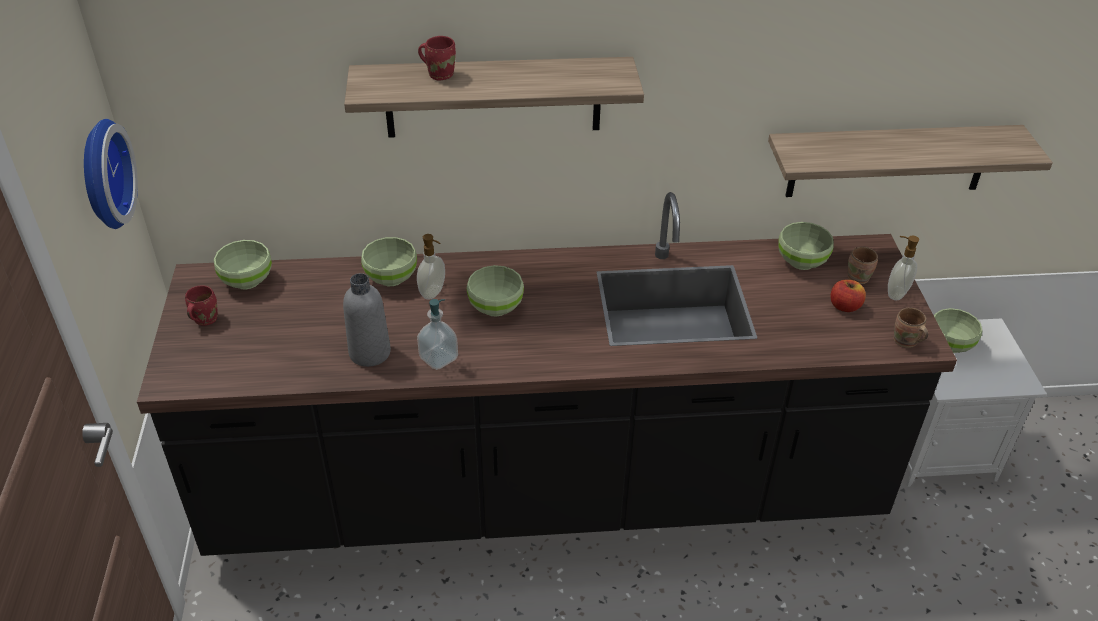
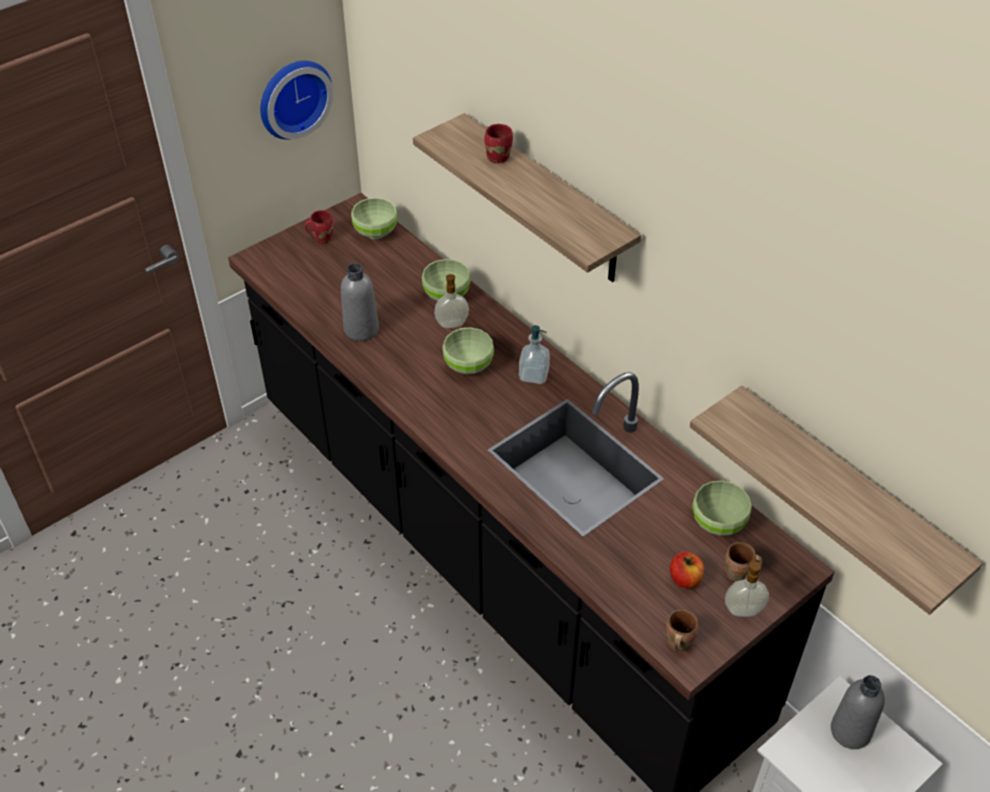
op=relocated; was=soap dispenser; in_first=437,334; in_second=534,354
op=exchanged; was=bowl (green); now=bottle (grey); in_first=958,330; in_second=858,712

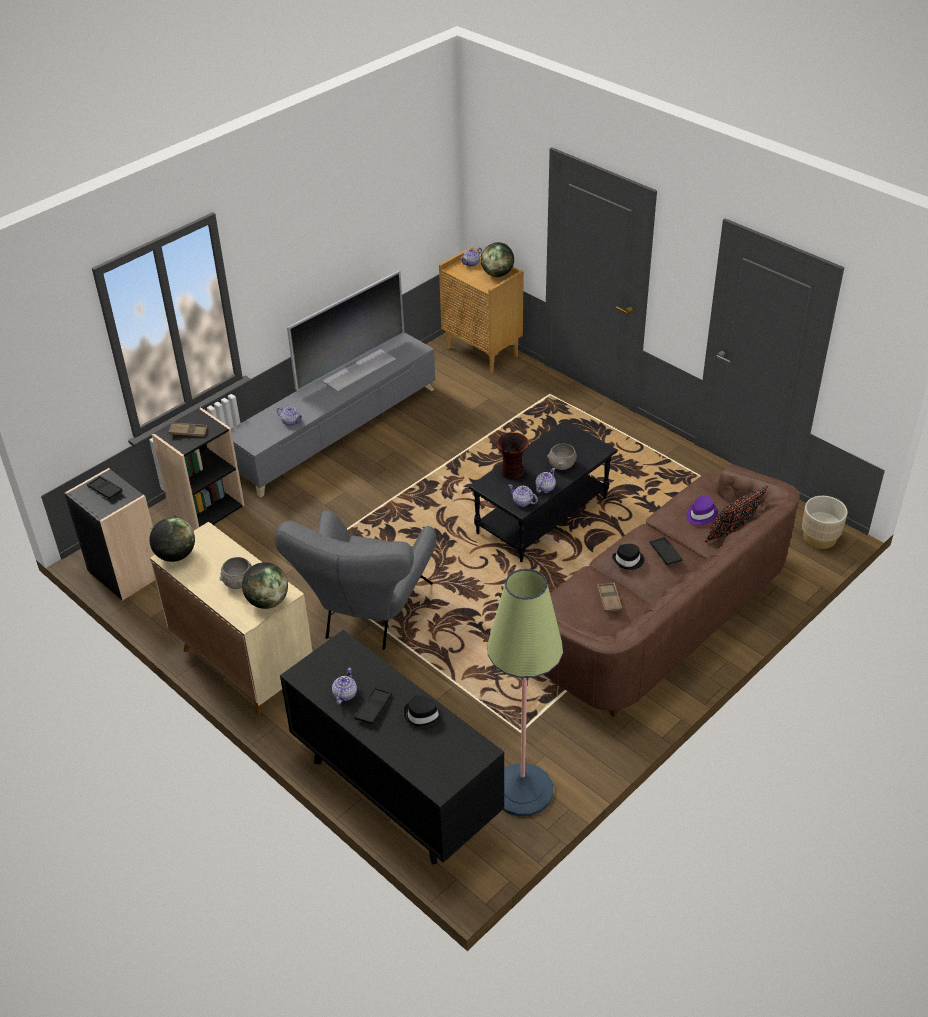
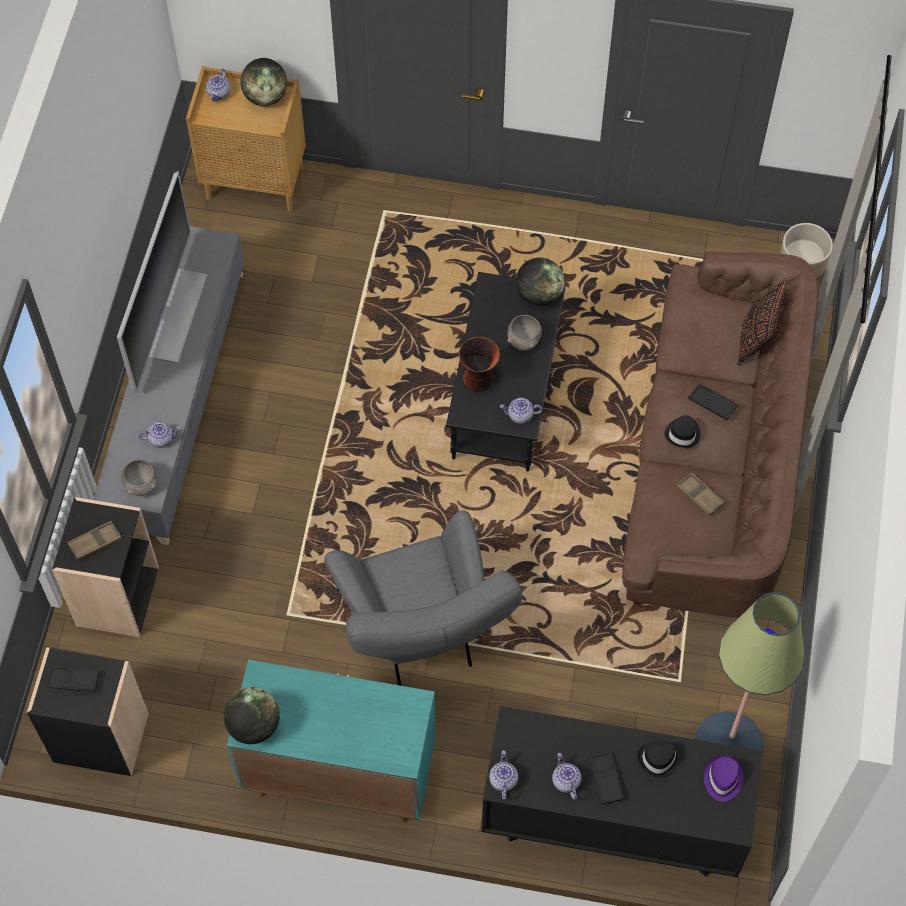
op=relocated; was=bowl (grey); in_first=236,573; in_second=139,477
op=colour; was=cabinet (beige); now=cabinet (turquoise); in_first=231,618; in_second=331,741
op=relocated; was=teapot; in_first=546,480; in_second=503,775
op=relocated; was=globe; in_first=265,585; in_second=540,282
op=relocated; was=hat (purple); in_first=702,510; in_second=724,778

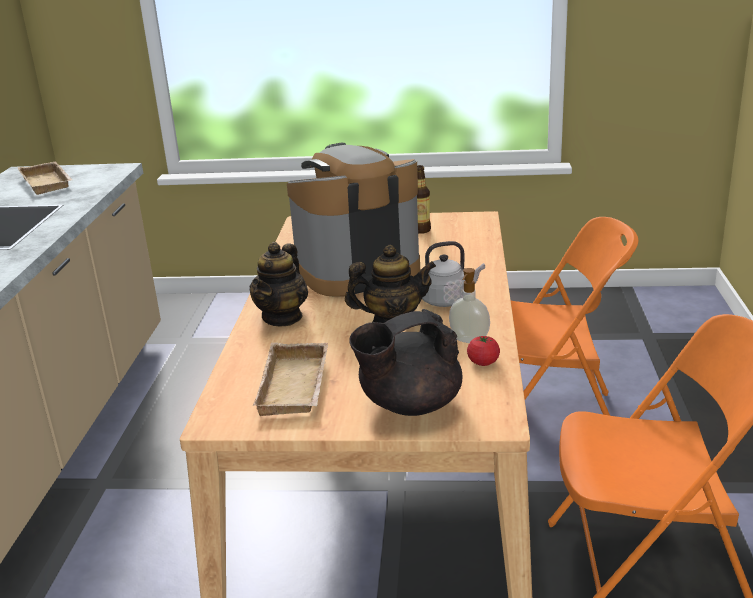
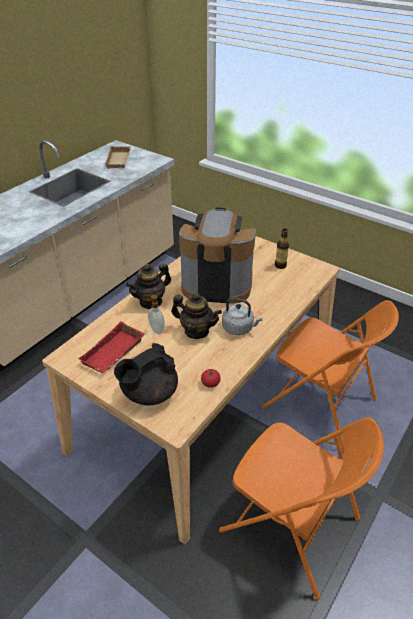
op=colour; was=tray (beige); now=tray (red); in_first=290,379; in_second=111,347
op=spun; was=teapot (black); in_first=406,362; in_second=146,374; clockwise=-45
op=relocated; was=soap dispenser; in_first=469,305; in_second=156,314

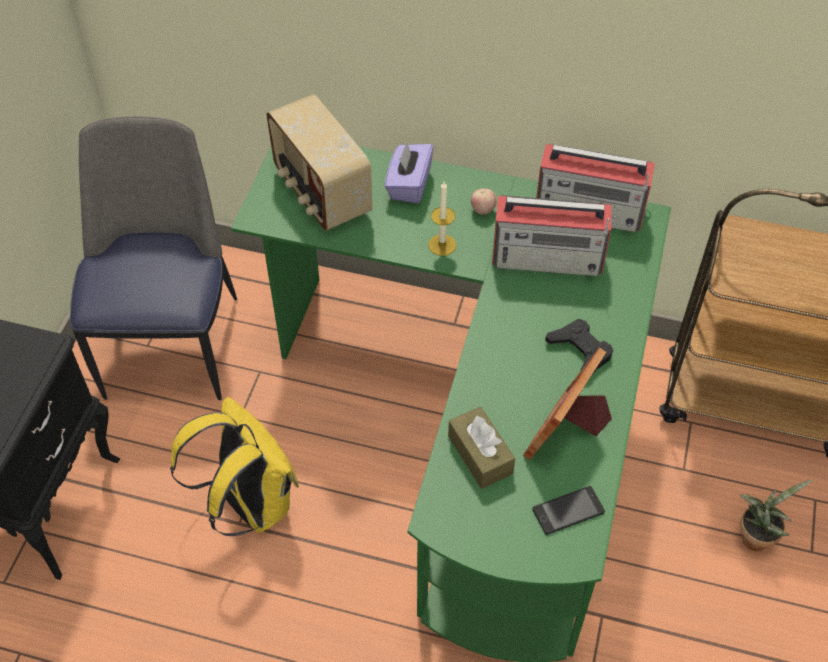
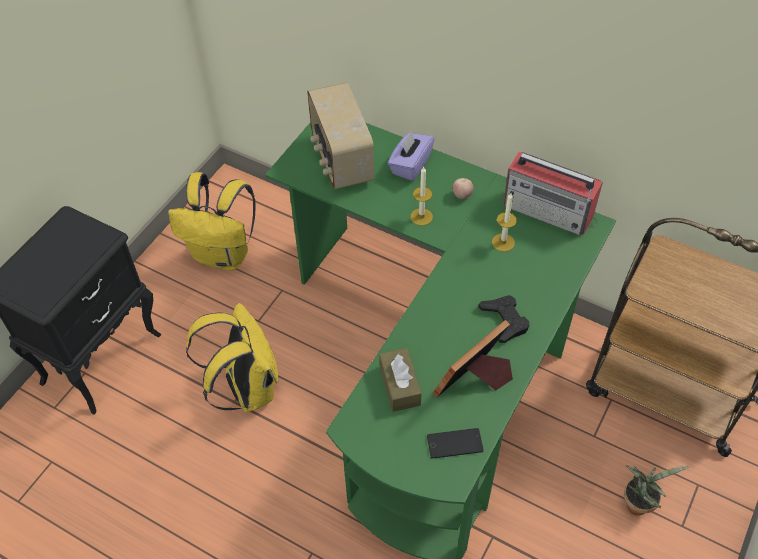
op=exchanged; was=chair; now=backpack (yellow); in_first=153,258; in_second=211,221
op=exchanged; was=radio; now=candle; in_first=551,236; in_second=504,222

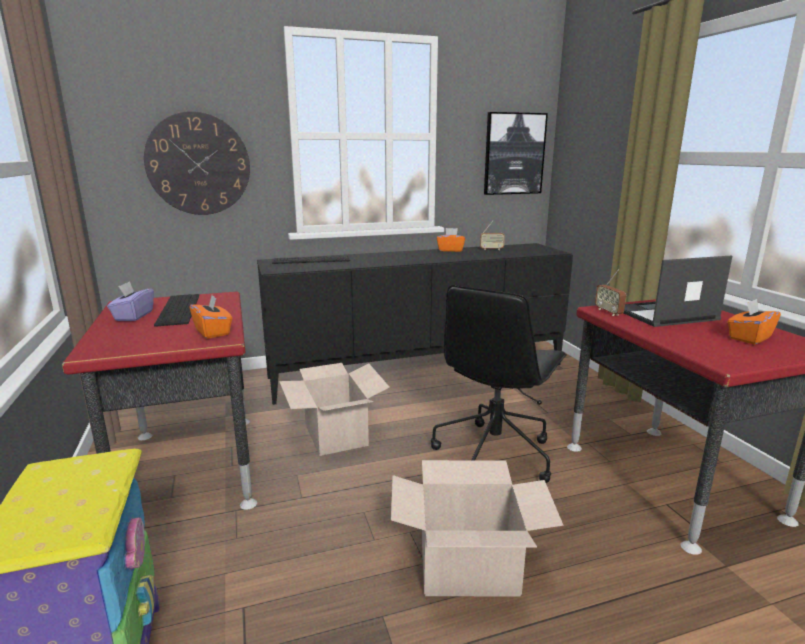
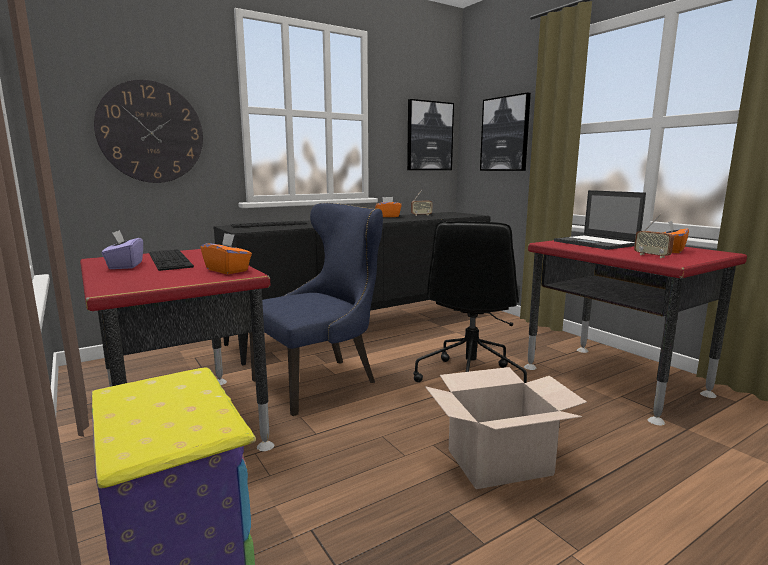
op=exchanged; was=cardboard box; now=chair (blue); in_first=334,409; in_second=316,309
op=appeared; now=picture; in_second=505,131
op=spun; was=laptop; in_first=678,291; in_second=600,220; clockwise=-90
op=relocated; was=radio; in_first=610,292; in_second=654,236

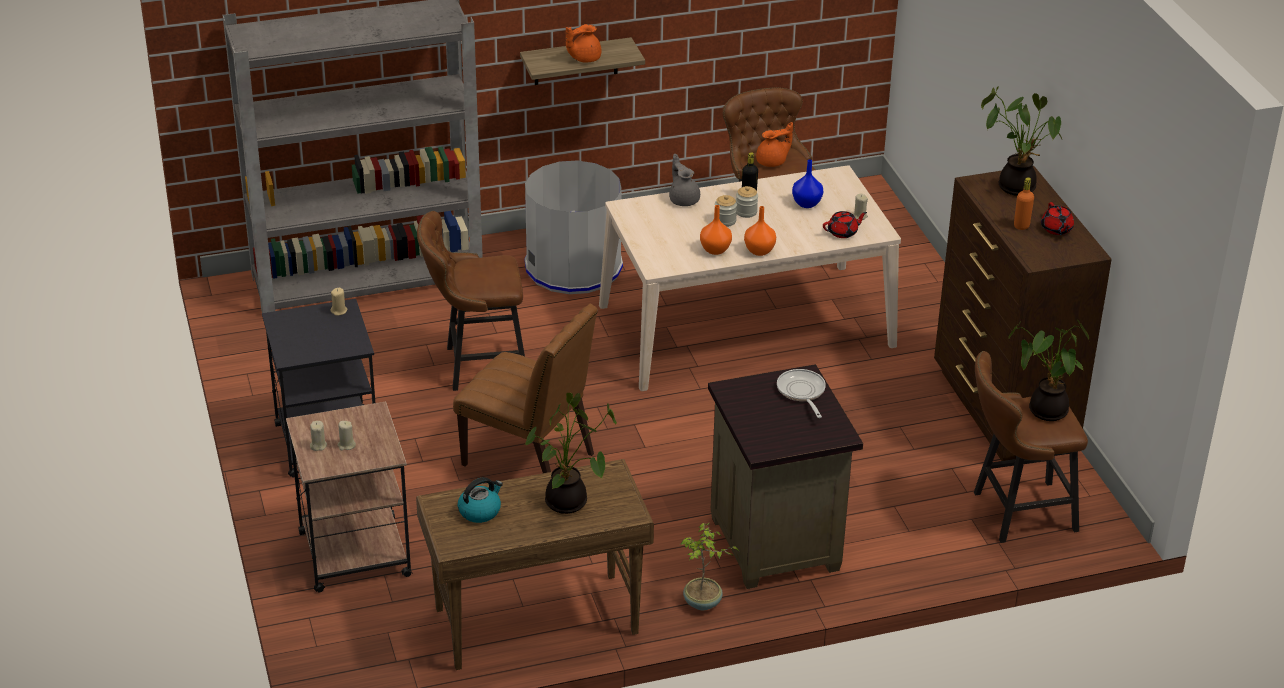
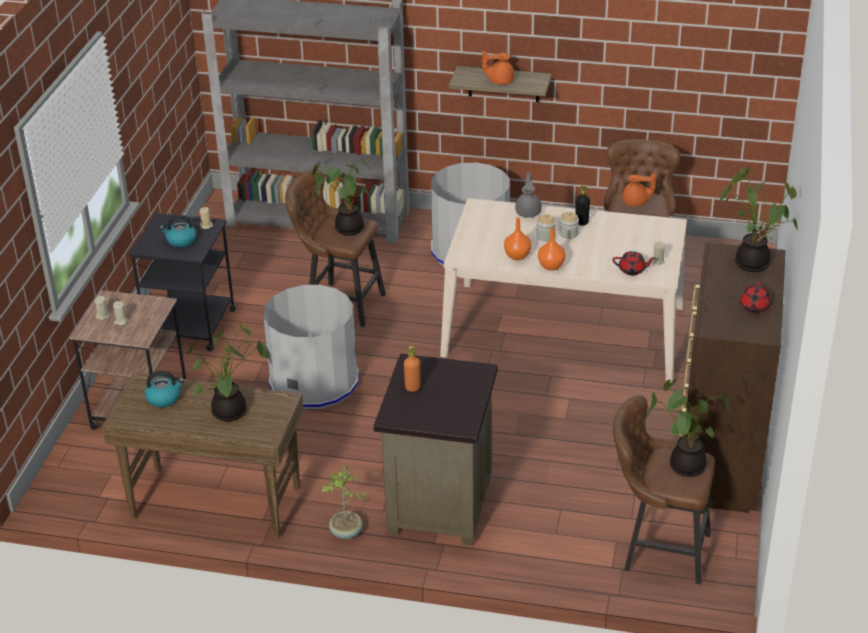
op=appeared; now=kettle; in_second=178,231
op=exchanged; was=chair (brown); now=trash can (grey); in_first=525,388; in_second=311,347
op=appeared; now=potted plant; in_second=341,196
op=relocated; was=bottle (orange); in_first=1024,203; in_second=412,369
op=missing; was=frying pan; in_first=801,393
op=missing; was=vase (blue); in_first=807,183

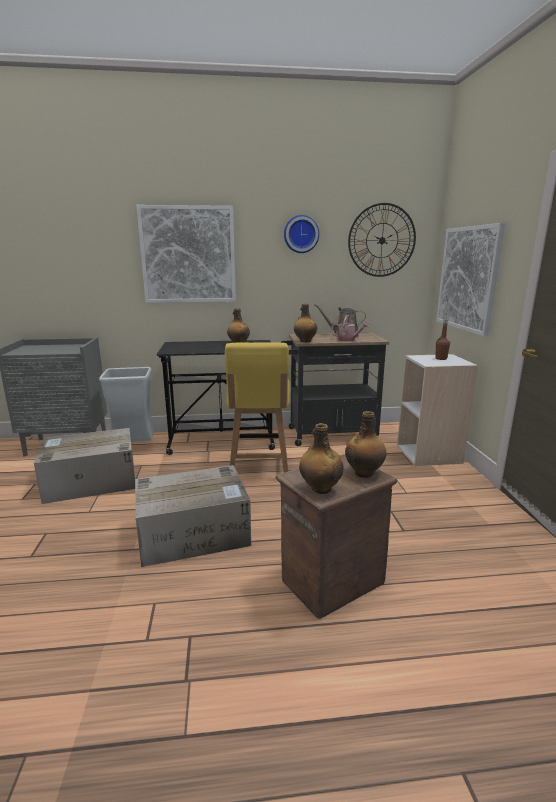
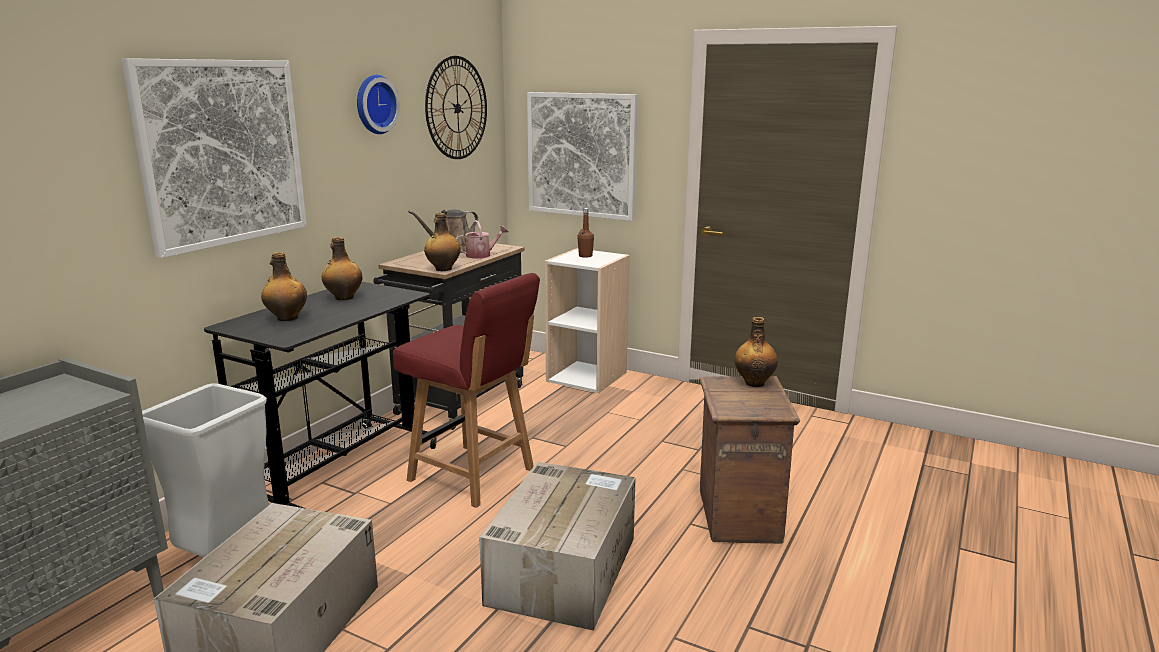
op=relocated; was=bottle; in_first=321,458; in_second=284,286
op=colour; was=chair (yellow); now=chair (red); in_first=257,407; in_second=466,390

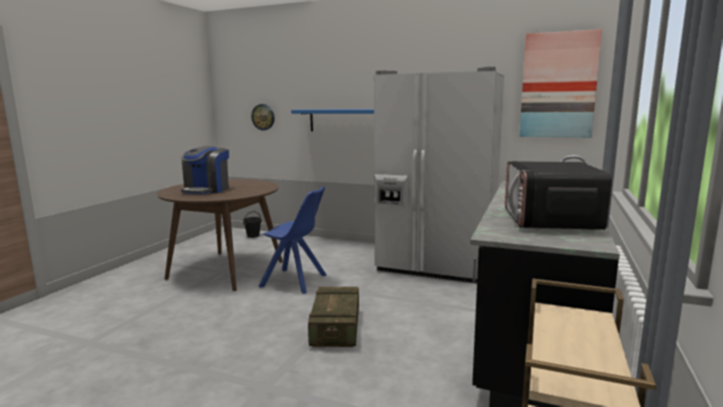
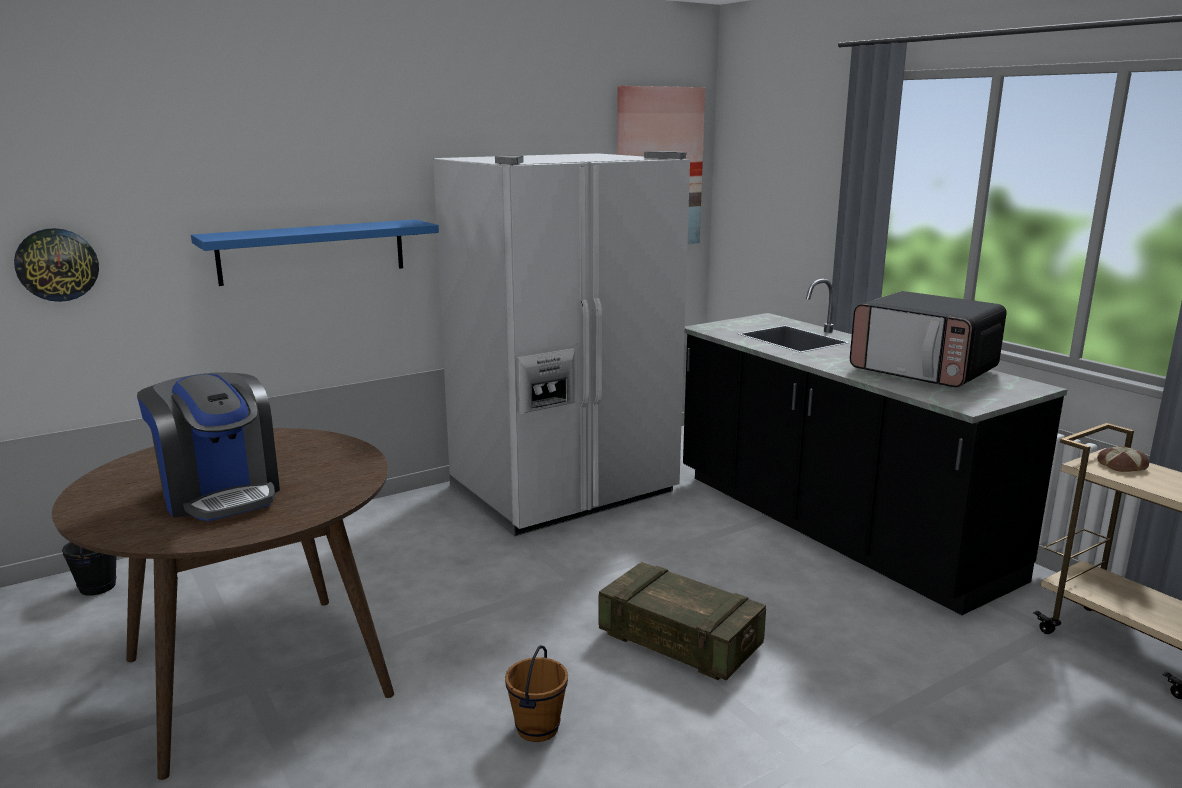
op=appeared; now=bucket (brown); in_second=536,693
op=appeared; now=bread; in_second=1123,459
op=missing; was=chair (blue); in_first=293,240

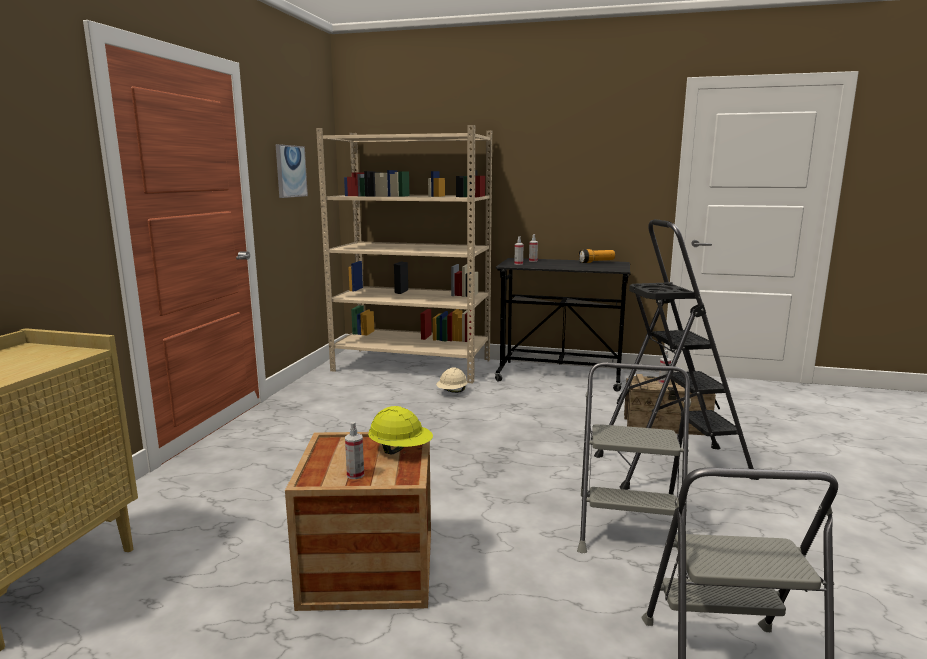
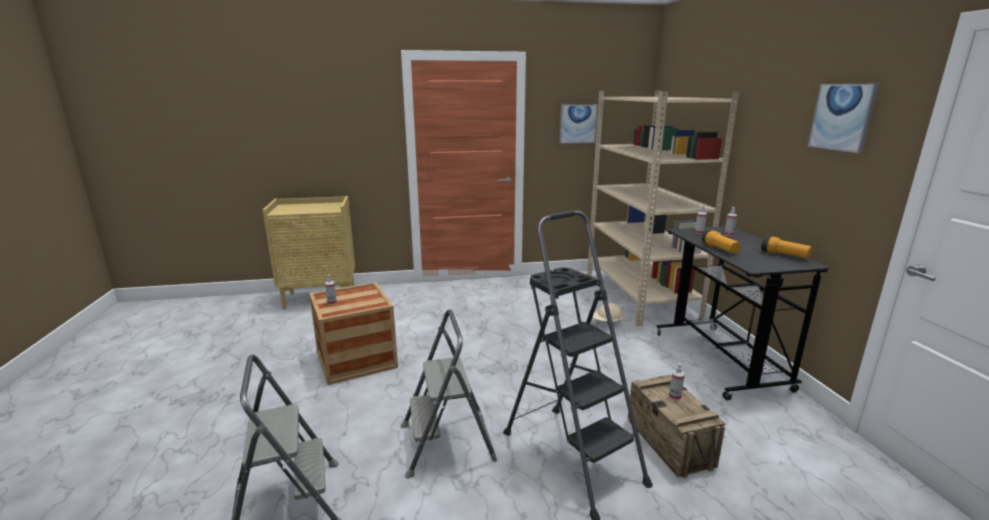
op=appeared; now=flashlight; in_second=721,241
op=appeared; now=picture; in_second=843,119
op=missing; was=hard hat (yellow); in_first=400,430

